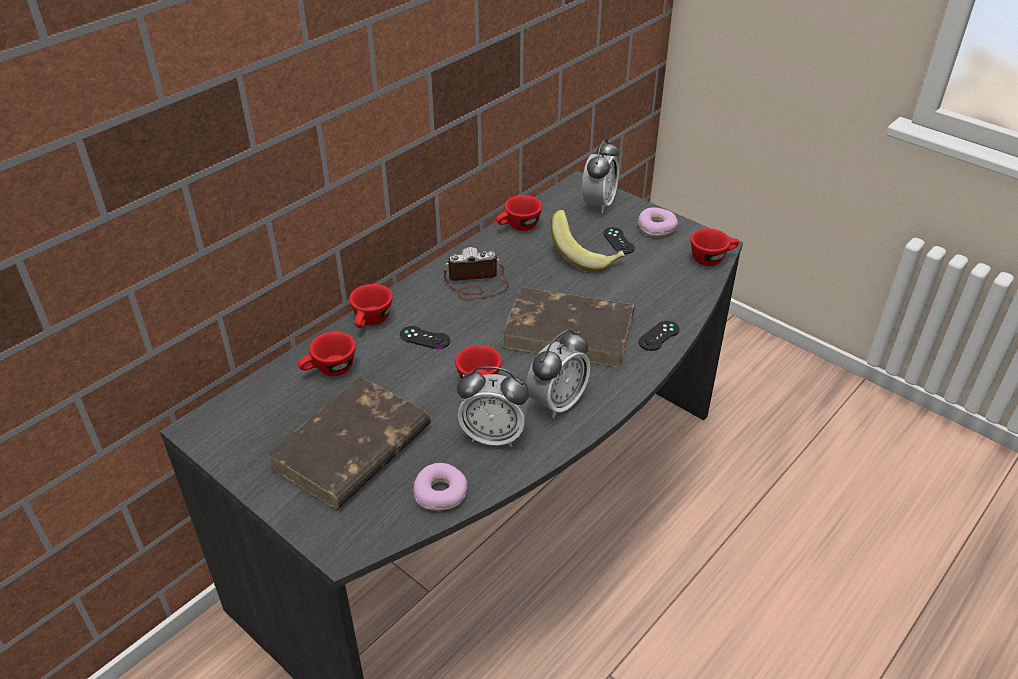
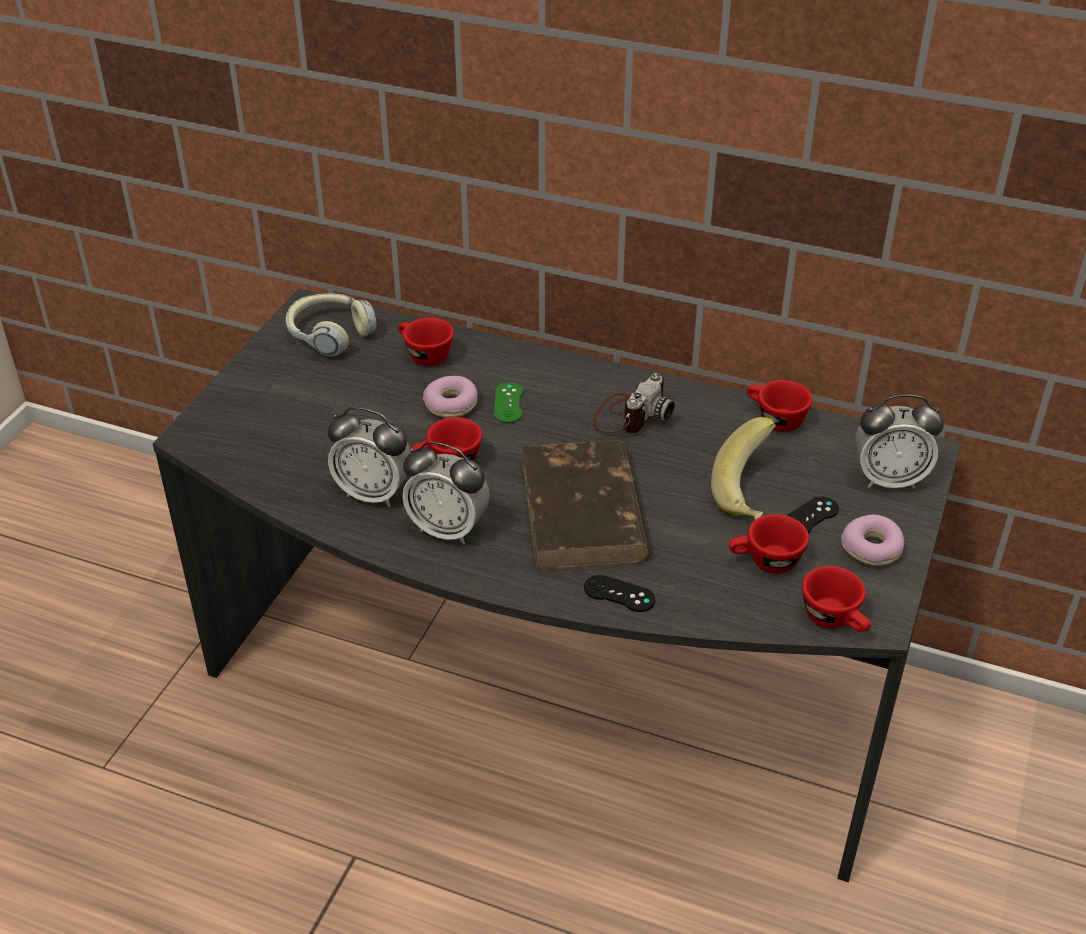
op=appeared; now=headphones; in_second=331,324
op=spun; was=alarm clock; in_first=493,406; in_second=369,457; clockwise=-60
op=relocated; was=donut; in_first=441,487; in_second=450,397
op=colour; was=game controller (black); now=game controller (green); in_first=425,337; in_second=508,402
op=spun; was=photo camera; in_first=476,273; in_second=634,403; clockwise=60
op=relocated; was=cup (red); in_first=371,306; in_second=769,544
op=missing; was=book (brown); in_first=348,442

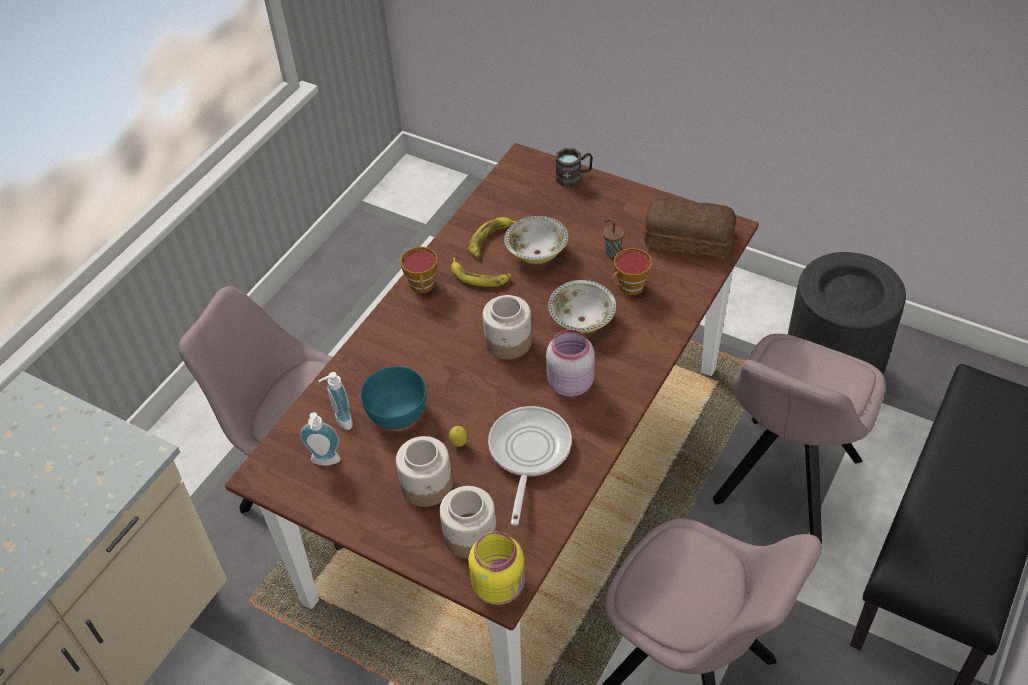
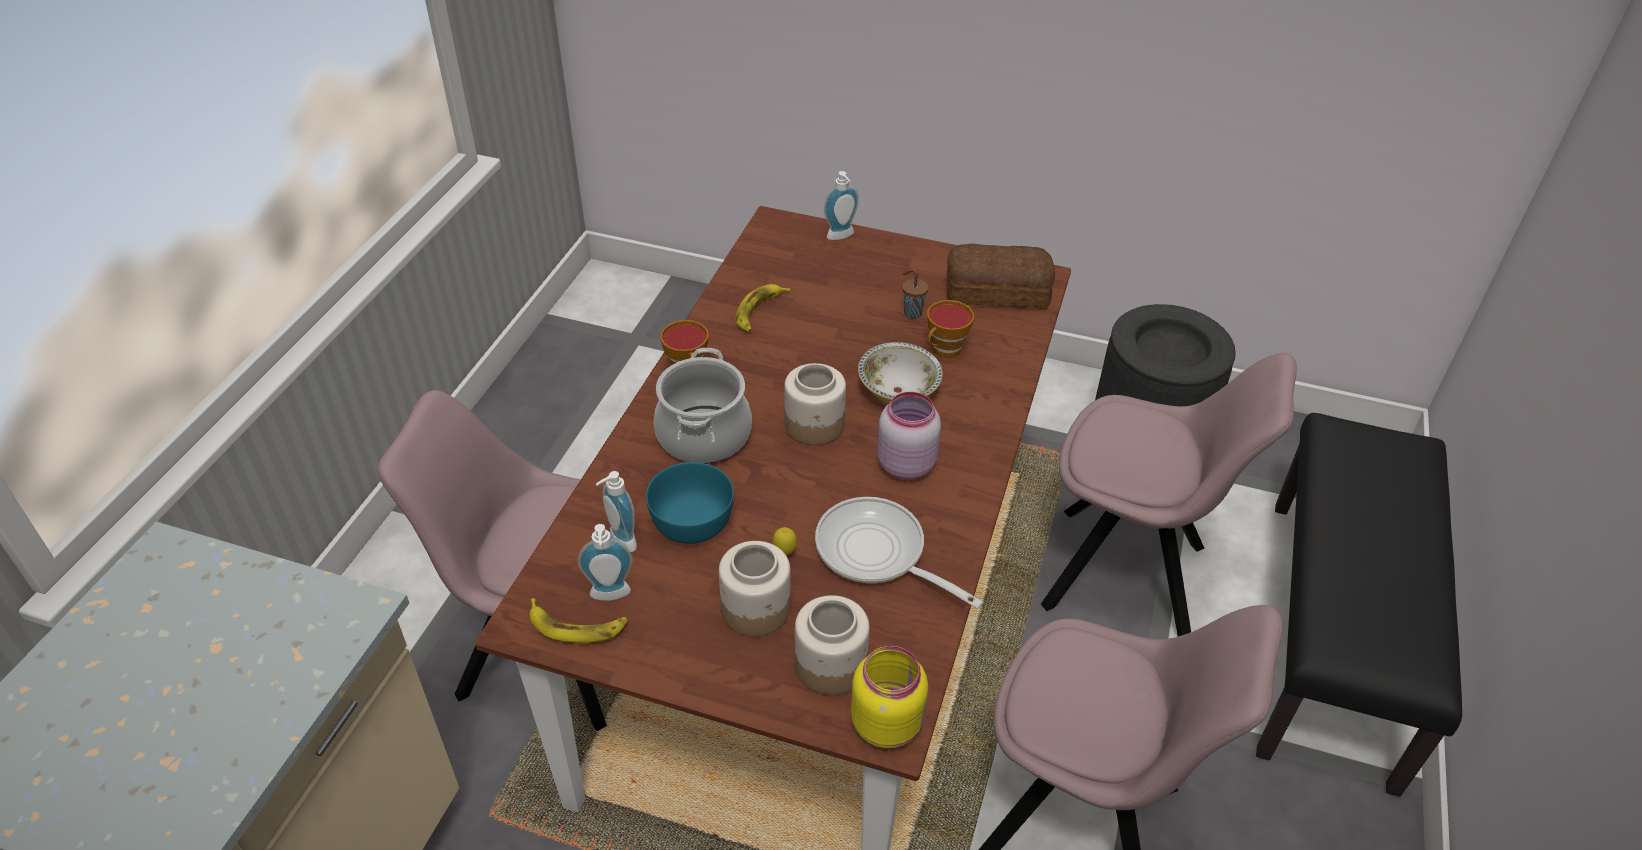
op=relocated; was=banana; in_first=481,272; in_second=578,620
op=appeared; now=cooking pot; in_second=703,406
op=spun; was=frying pan; in_first=530,466; in_second=899,553; clockwise=-45
op=exchanged; was=mug (brown); now=soap dispenser; in_first=574,167; in_second=841,205
op=spun; was=chair (pink); in_first=799,439; in_second=1169,494; clockwise=-90
op=missing; was=bowl; in_first=536,240

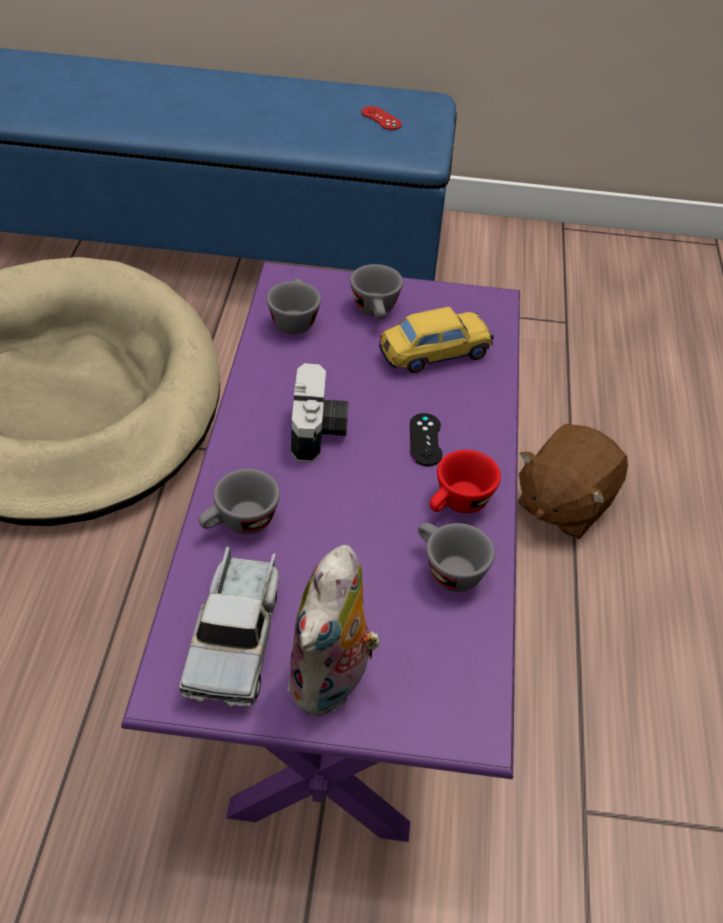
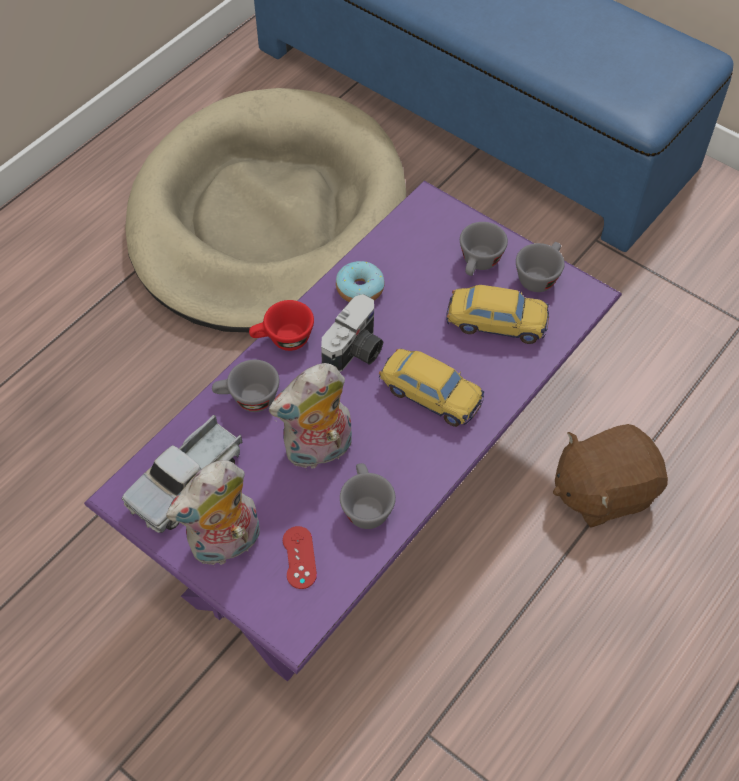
op=relocated; was=cup (red); in_first=465,481; in_second=281,325
op=appeared; now=plush toy; in_second=310,416
op=relocated; was=game controller (red); in_first=381,118; in_second=300,557
op=appeared; now=donut; in_second=360,281
op=exchanged; was=game controller (black); now=toy car; in_first=426,439; in_second=431,388
op=relocated; was=cup (grey); in_first=294,306; in_second=540,267

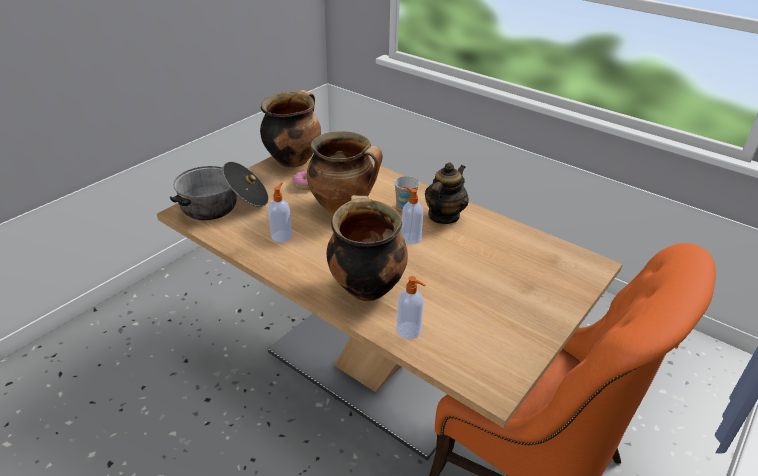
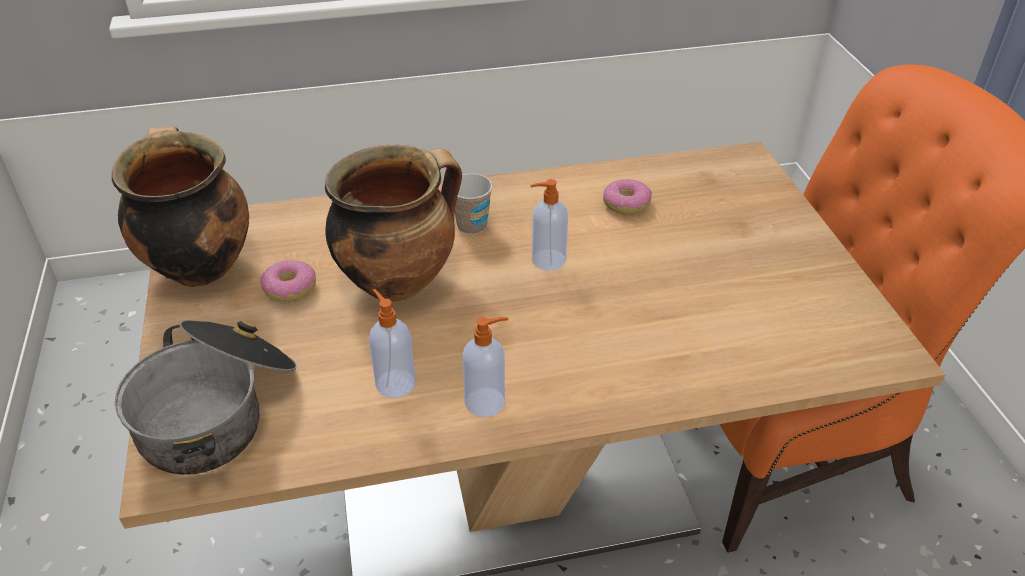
op=relocated; was=soap dispenser; in_first=411,307; in_second=485,367
op=appeared; now=donut; in_second=627,197
op=missing; was=cooking pot; in_first=367,248
op=missing; was=teapot; in_first=447,193

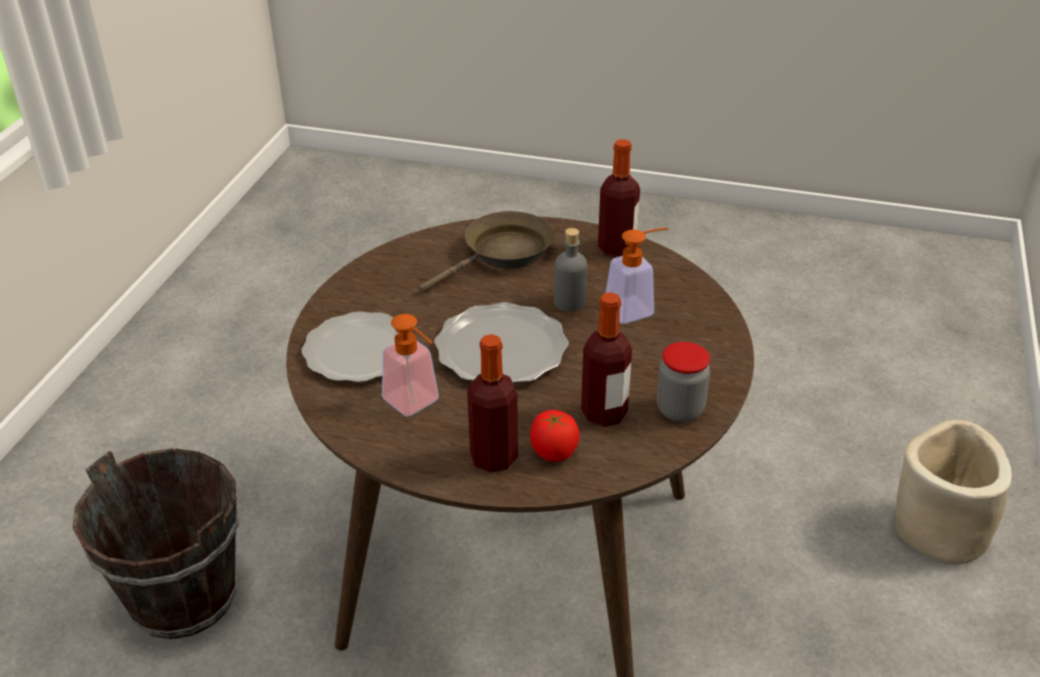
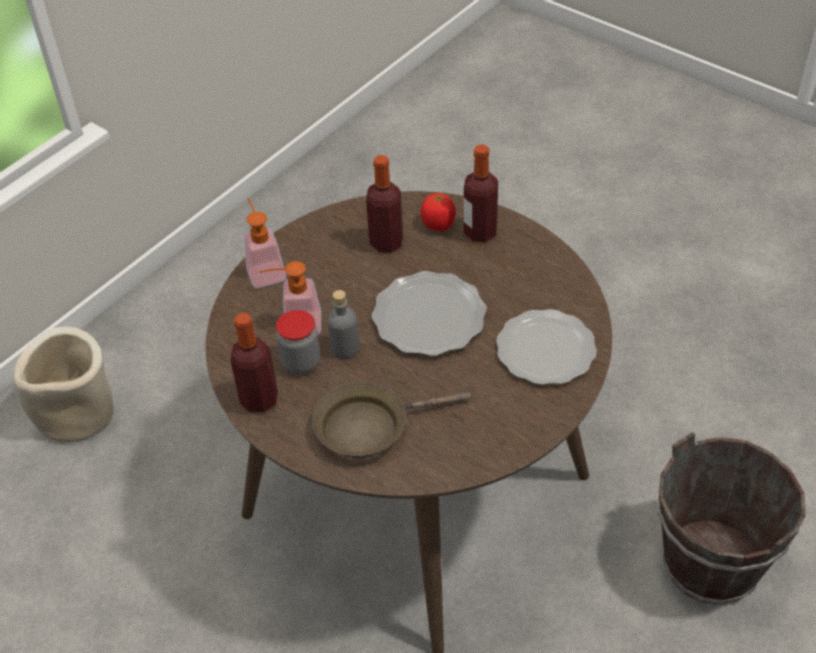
op=relocated; was=soap dispenser; in_first=410,365; in_second=265,243
op=relocated; was=jar; in_first=683,382; in_second=298,342

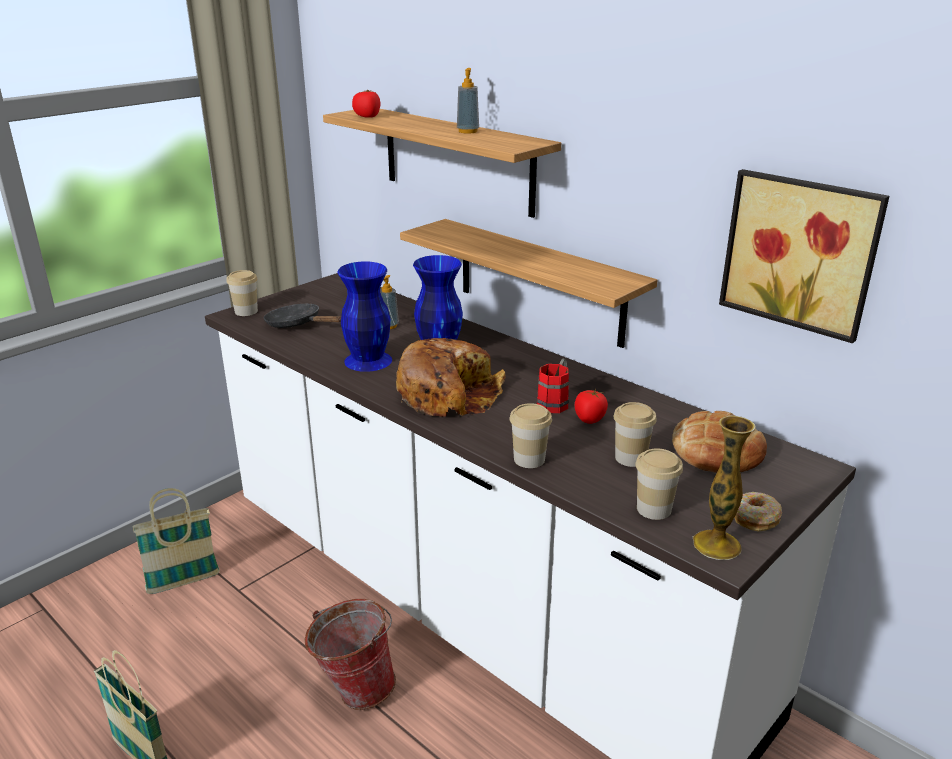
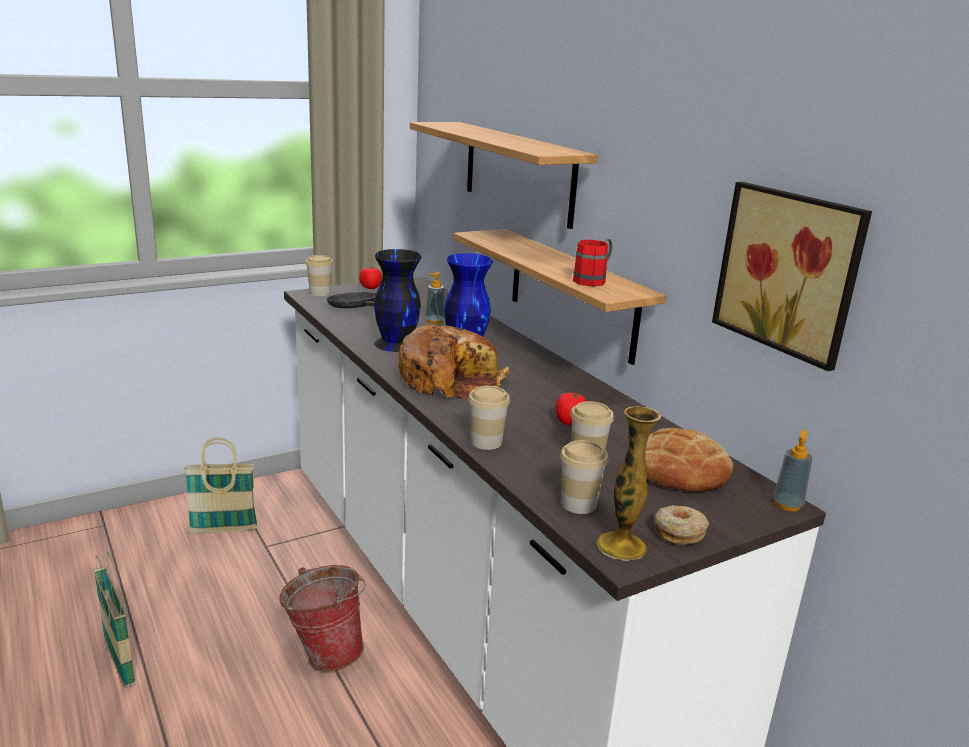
op=relocated; was=tomato; in_first=366,104; in_second=370,277
op=colour; was=vase (blue); now=vase (black); in_first=364,316; in_second=397,300
op=relocated; was=mug (red); in_first=553,386; in_second=592,263
op=relocated; was=soap dispenser; in_first=468,101; in_second=793,470

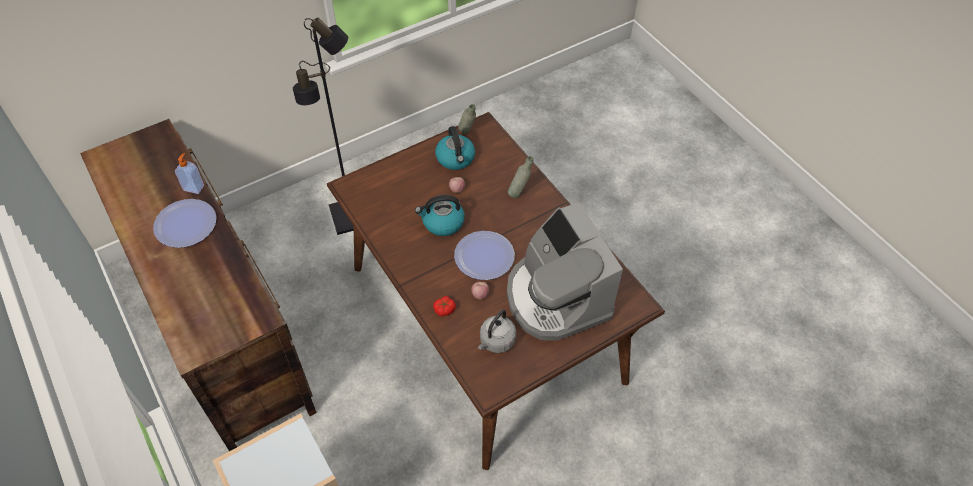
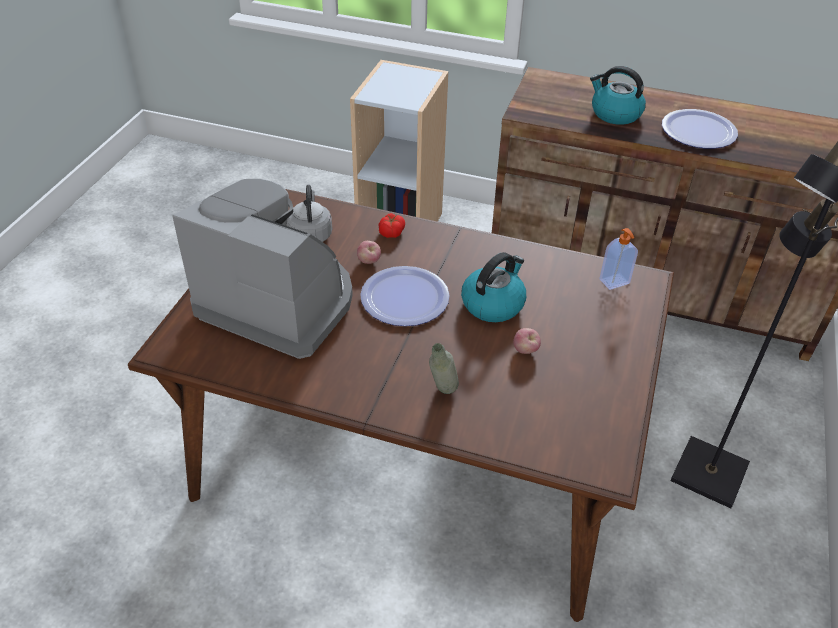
op=relocated; was=kettle; in_first=455,148; in_second=618,95
op=relocated; was=soap dispenser; in_first=189,173; in_second=618,259
op=missing; was=bottle (grey); in_first=467,119

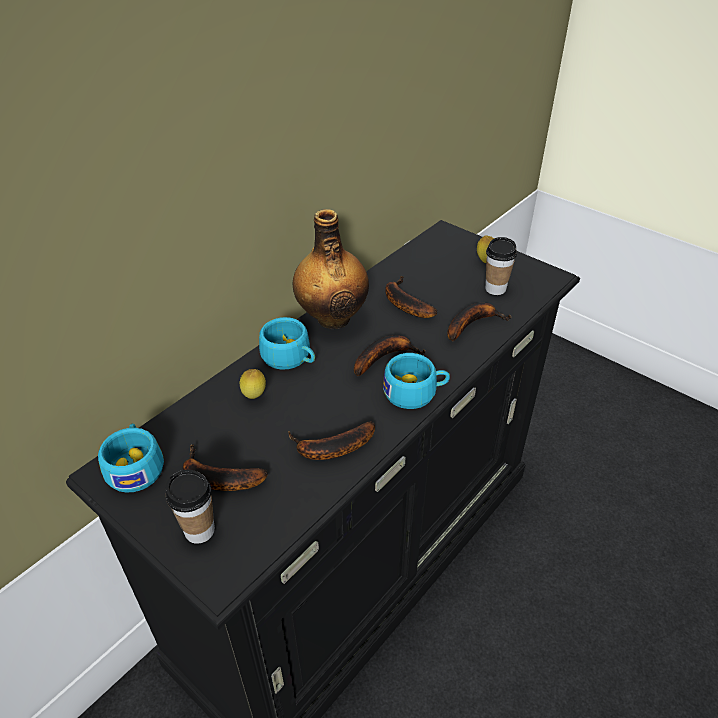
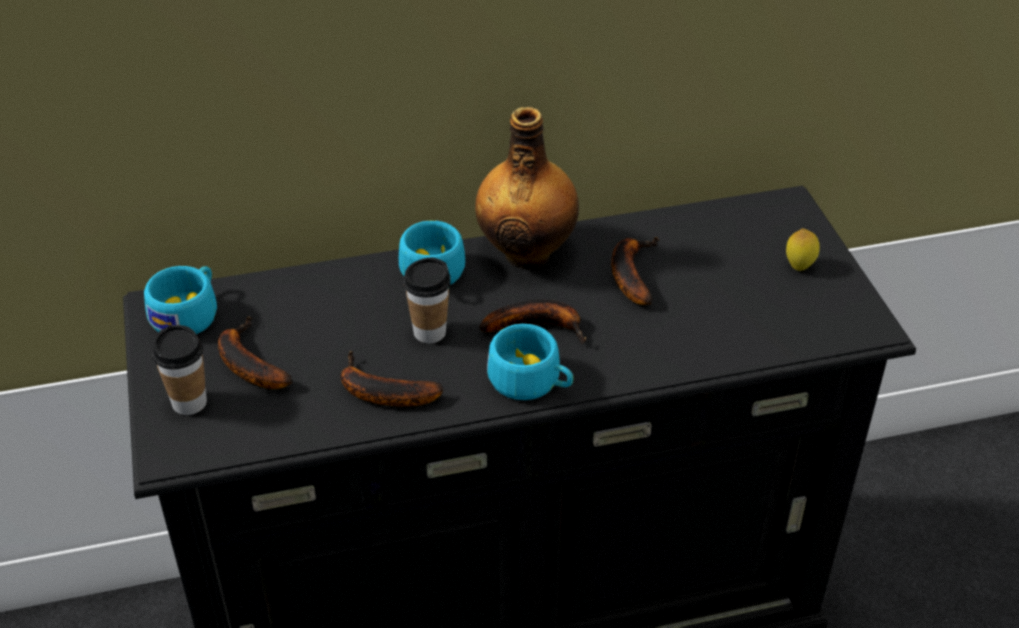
op=relocated; was=cup; in_first=501,266; in_second=427,300
op=missing; was=lemon; in_first=253,384
op=missing; was=banana; in_first=479,322

